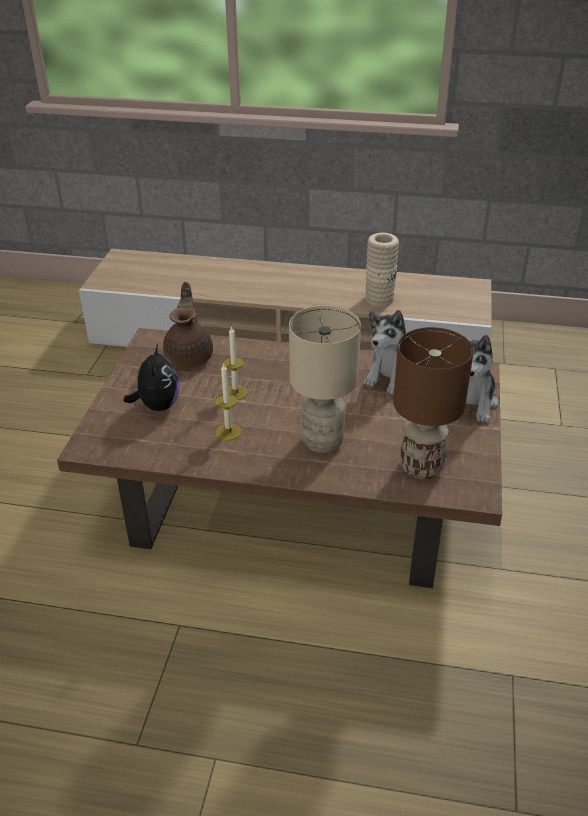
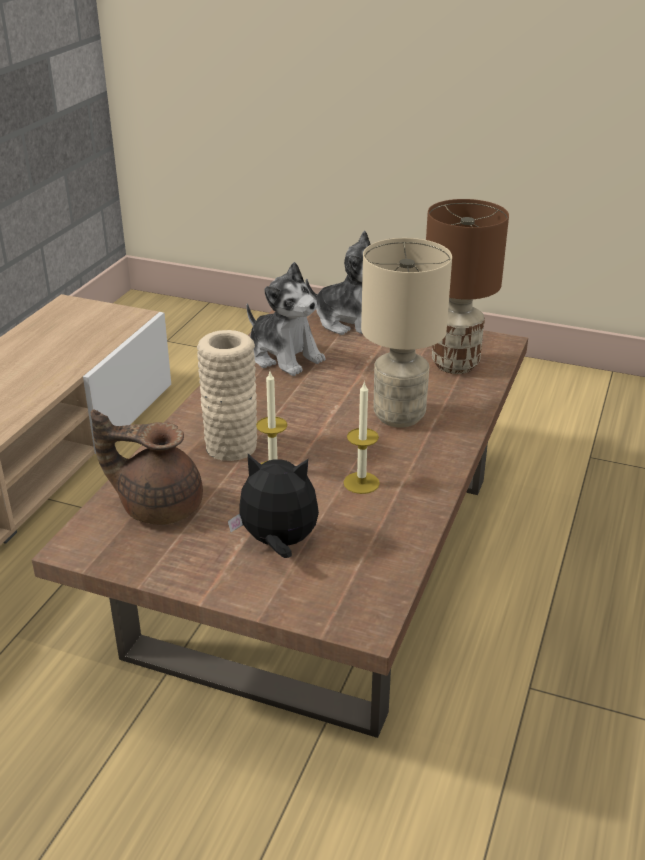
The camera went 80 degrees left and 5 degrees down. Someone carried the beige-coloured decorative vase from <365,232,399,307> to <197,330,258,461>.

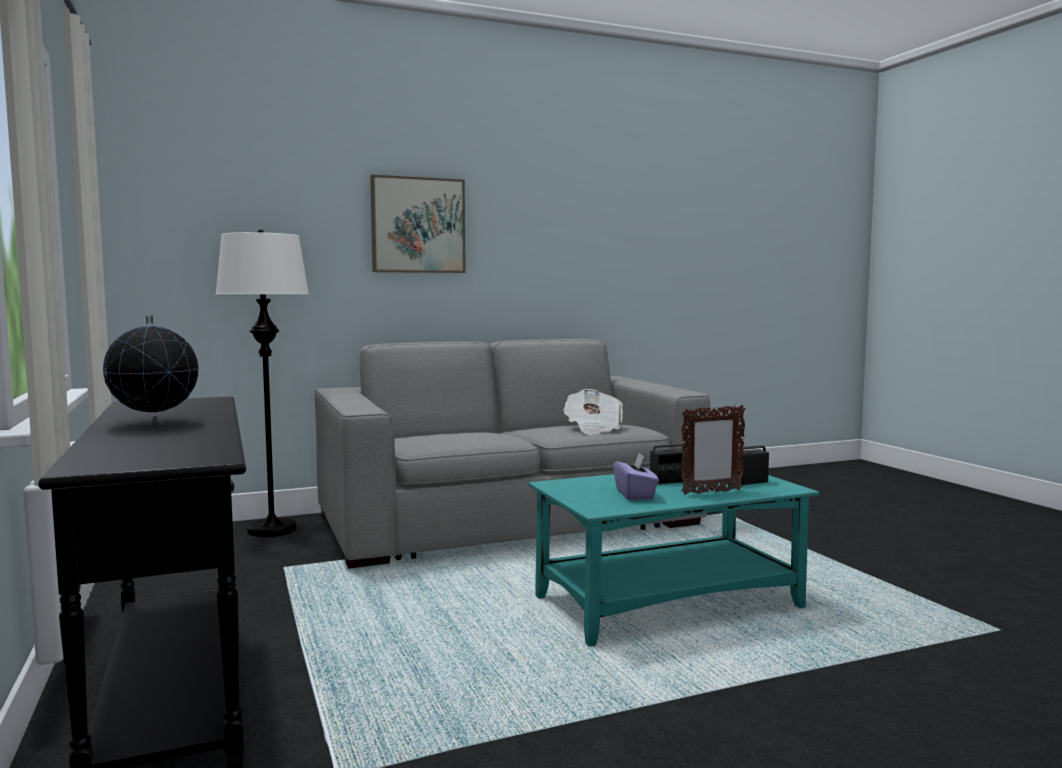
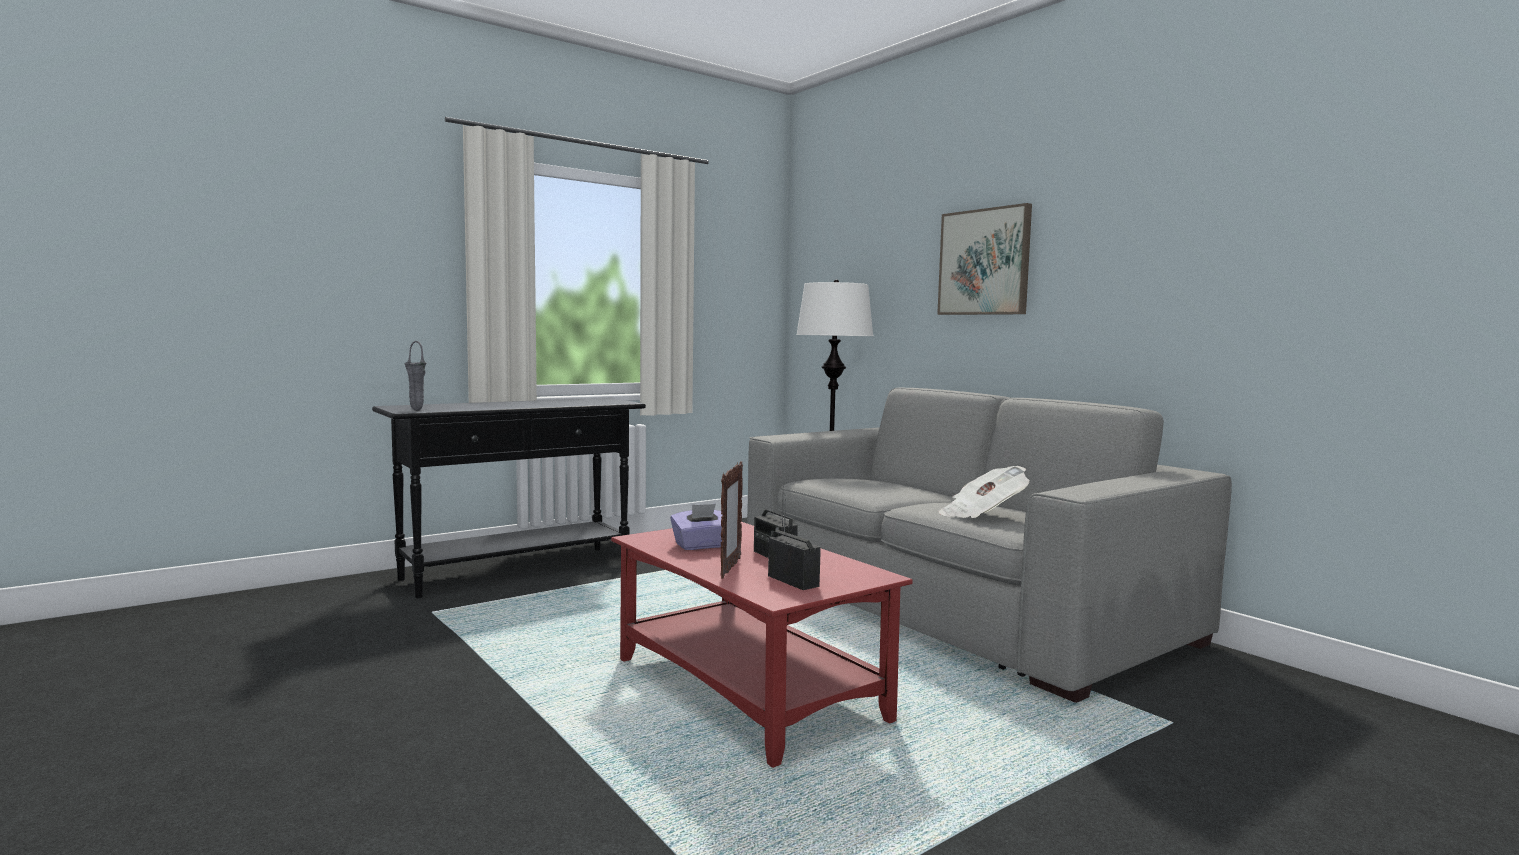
The camera went 75 degrees right and 0 degrees up. Someone took away the globe at <103,315,199,424>. Someone repainted the blue-green low table at <529,474,819,647>, which became the red low table at <611,522,913,768>. Someone rotated the photo frame at <682,405,746,495> by 135 degrees counterclockwise. Someone put down the grey decorative vase at <404,341,427,411>.

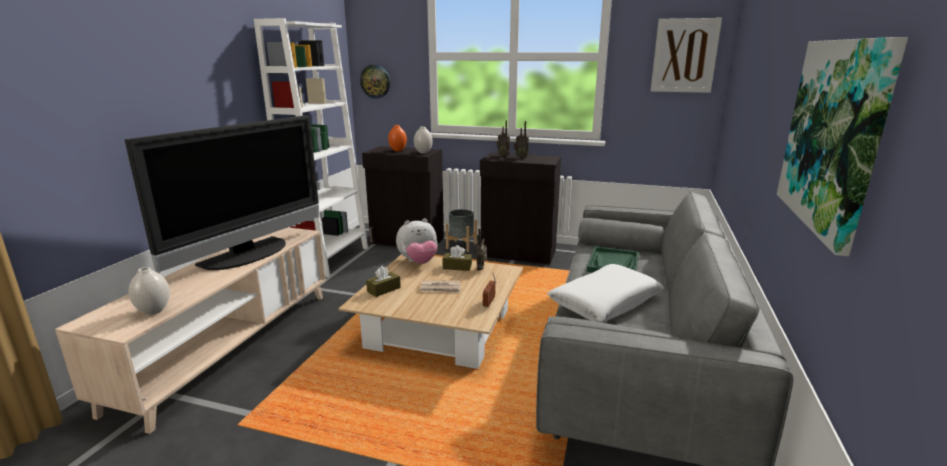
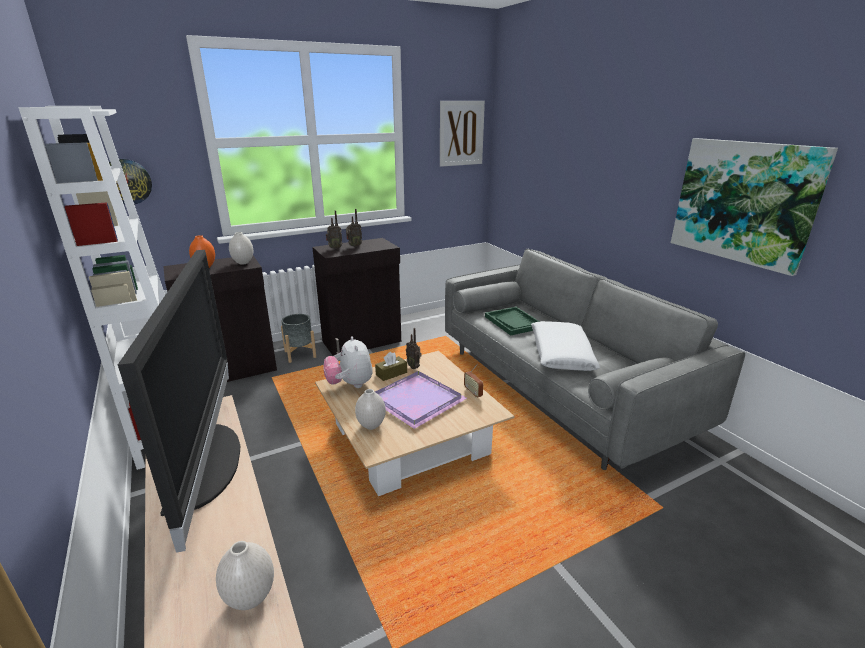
The camera went 45 degrees left and 5 degrees up. Someone swapped the brownish tissue holder at <366,266,401,297> for the white-coloured decorative vase at <355,389,386,430>. Someone rotated the cuddly toy at <396,219,438,264> by 135 degrees clockwise. Someone swapped the daily paper at <420,281,461,293> for the purplish carrying tray at <375,371,467,429>.

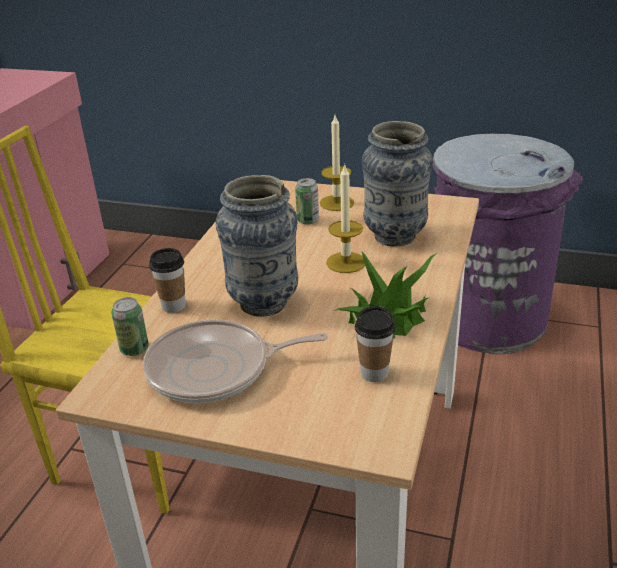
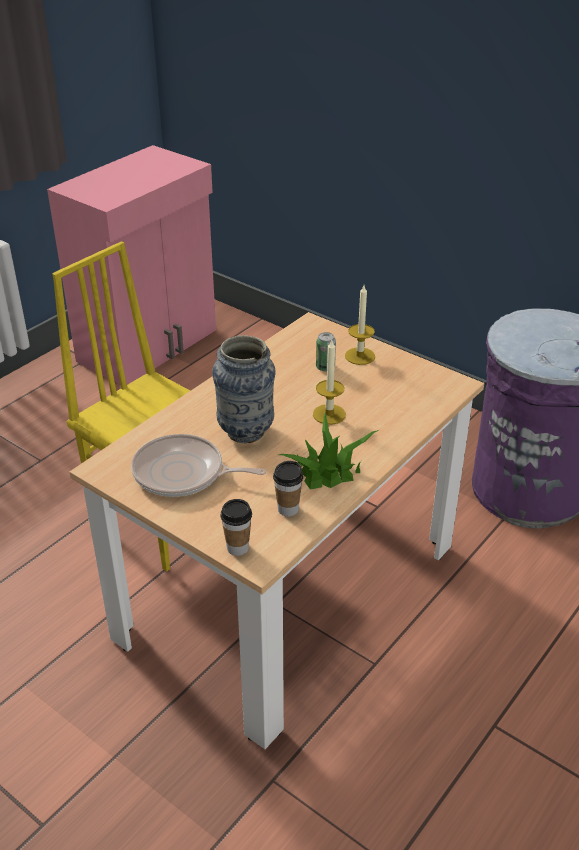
The camera went 20 degrees right and 5 degrees up. Someone took away the can at <111,297,149,356>. Someone carried the cup from <149,248,186,313> to <220,499,252,556>. Someone took away the decorative vase at <362,121,433,247>.

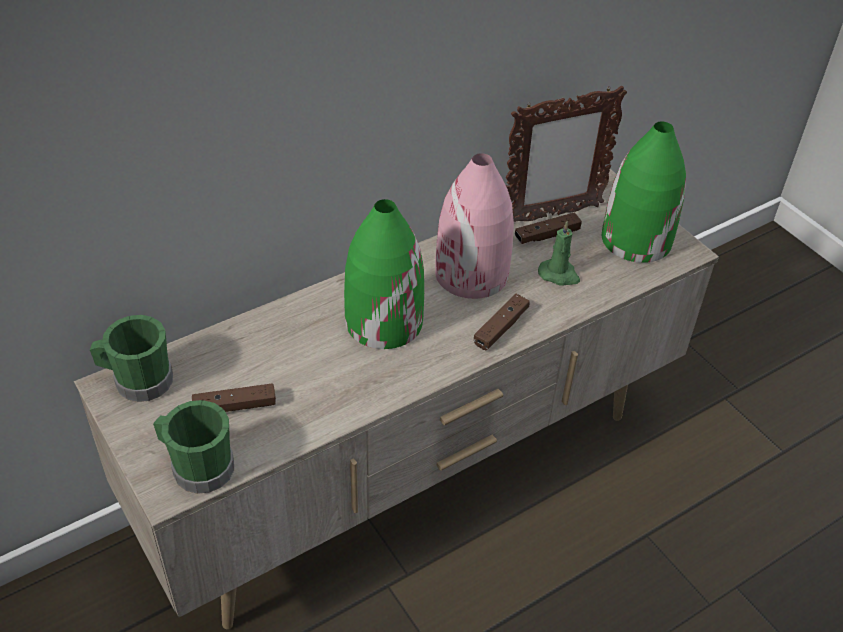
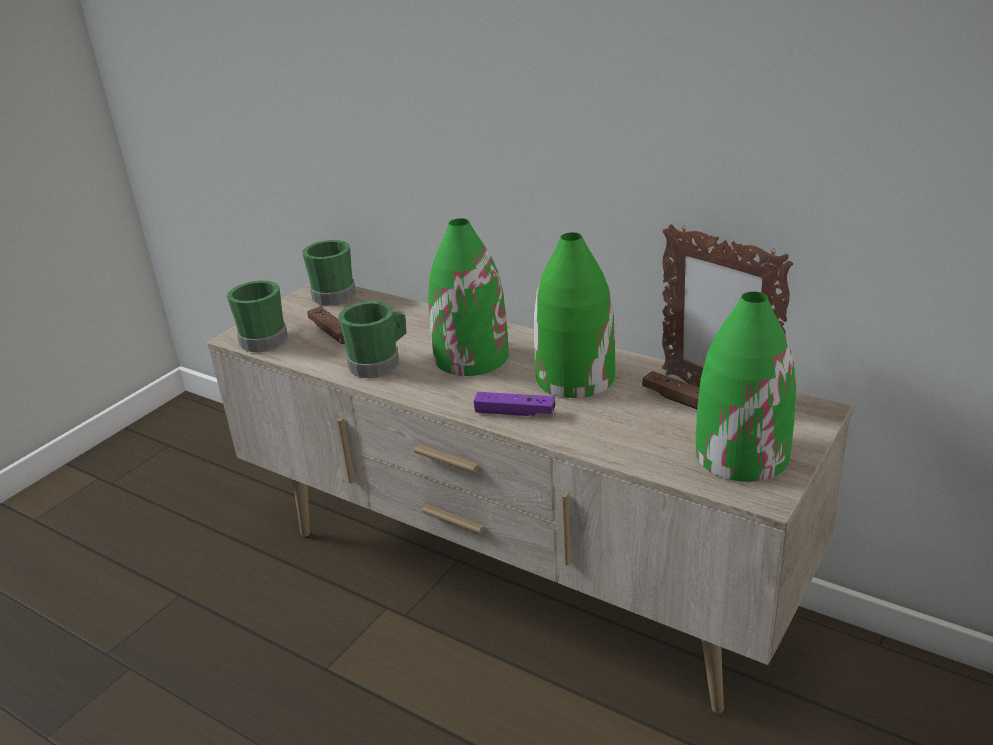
The camera went 70 degrees right and 15 degrees down. Someone repainted the pink decorative vase at <435,153,514,299>, which became the green decorative vase at <534,232,615,398>. Someone repainted the brownish gamepad at <474,294,530,350>, which became the purplish gamepad at <473,392,556,416>. Someone took away the green wax candle at <538,221,580,286>. Someone put down the green coffee mug at <339,301,406,378>.

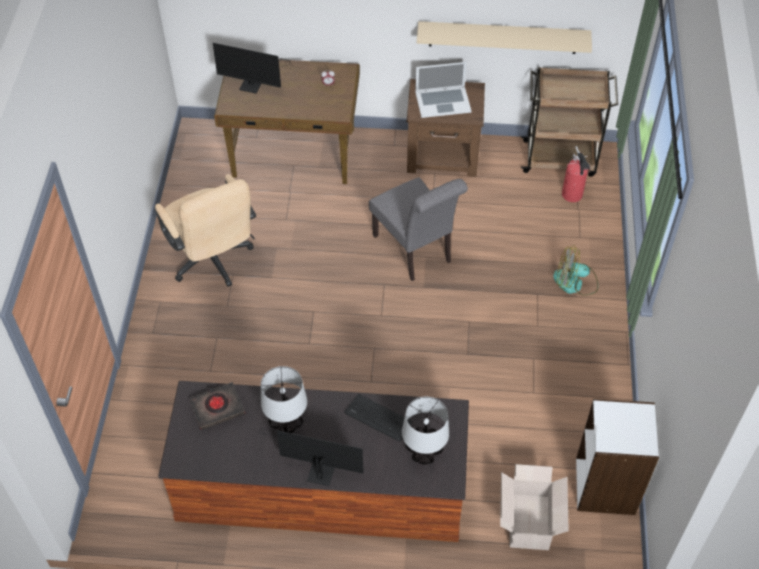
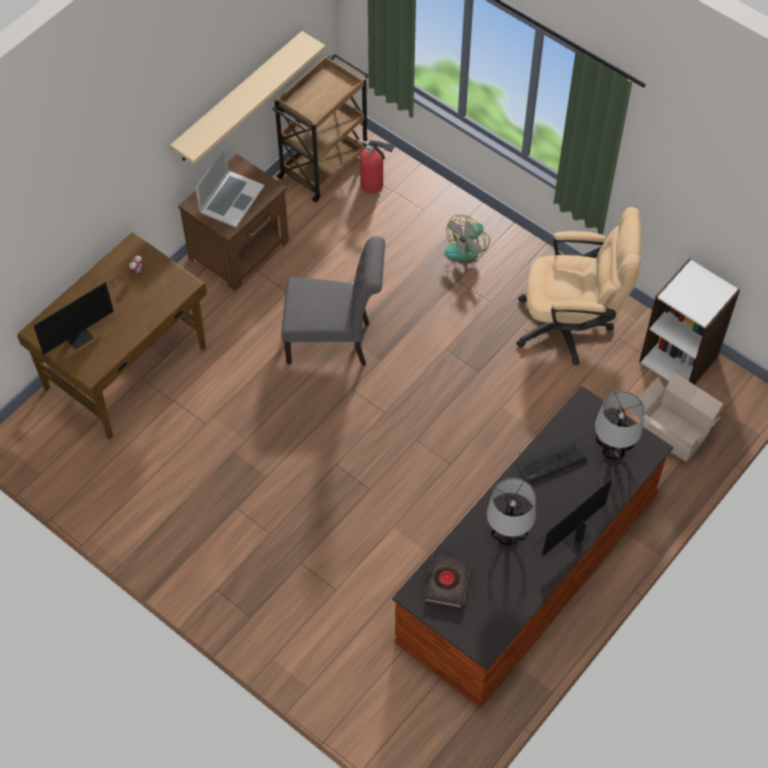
The camera went 55 degrees left and 5 degrees up. Someone carried the beige-coloured computer chair from <155,174,256,287> to <516,207,641,365>.

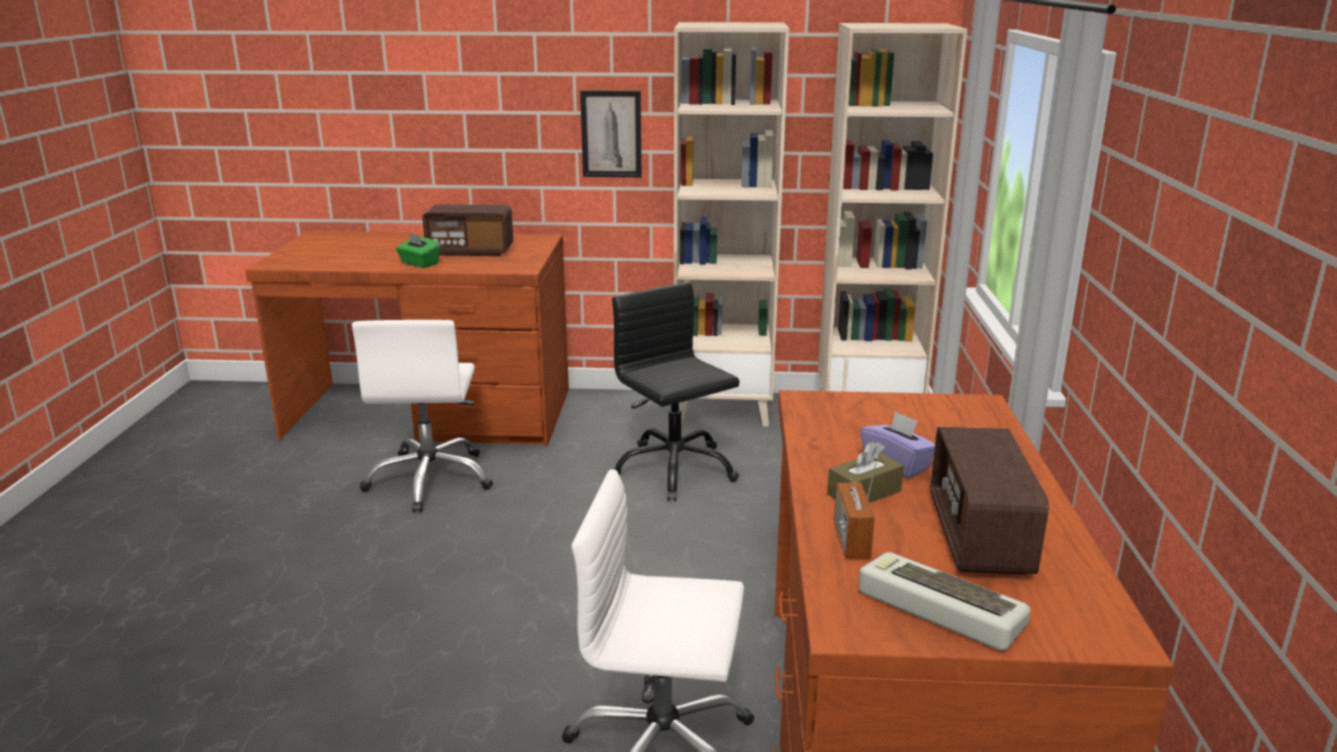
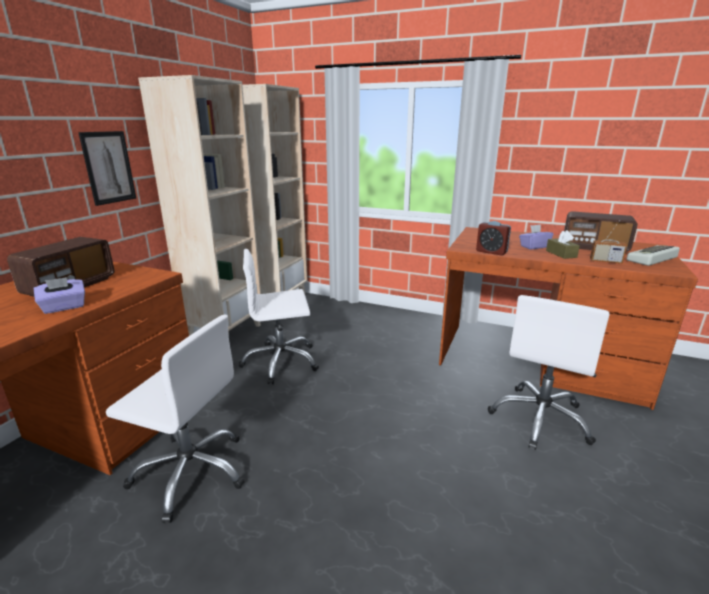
The camera went 70 degrees left and 0 degrees up. Someone repainted the green tissue holder at <396,233,441,268>, which became the purplish tissue holder at <33,277,85,314>. Someone repainted the black-coloured computer chair at <612,282,740,501>, which became the white-coloured computer chair at <239,249,319,384>. Someone put down the alarm clock at <476,221,511,256>.

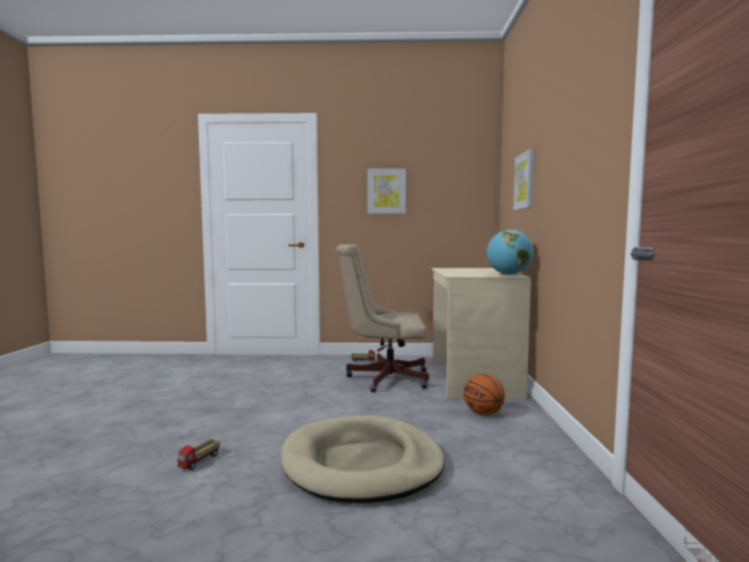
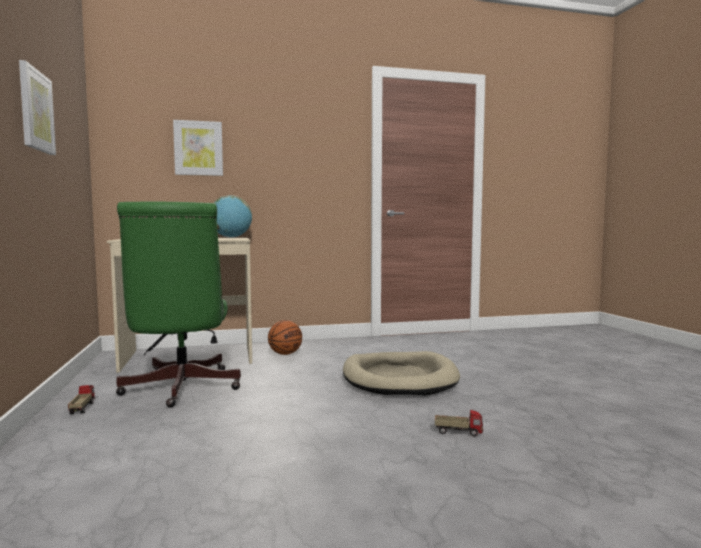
The camera went 105 degrees left and 0 degrees up. Someone repainted the beige-coloured computer chair at <336,244,429,392>, which became the green computer chair at <116,202,241,408>.

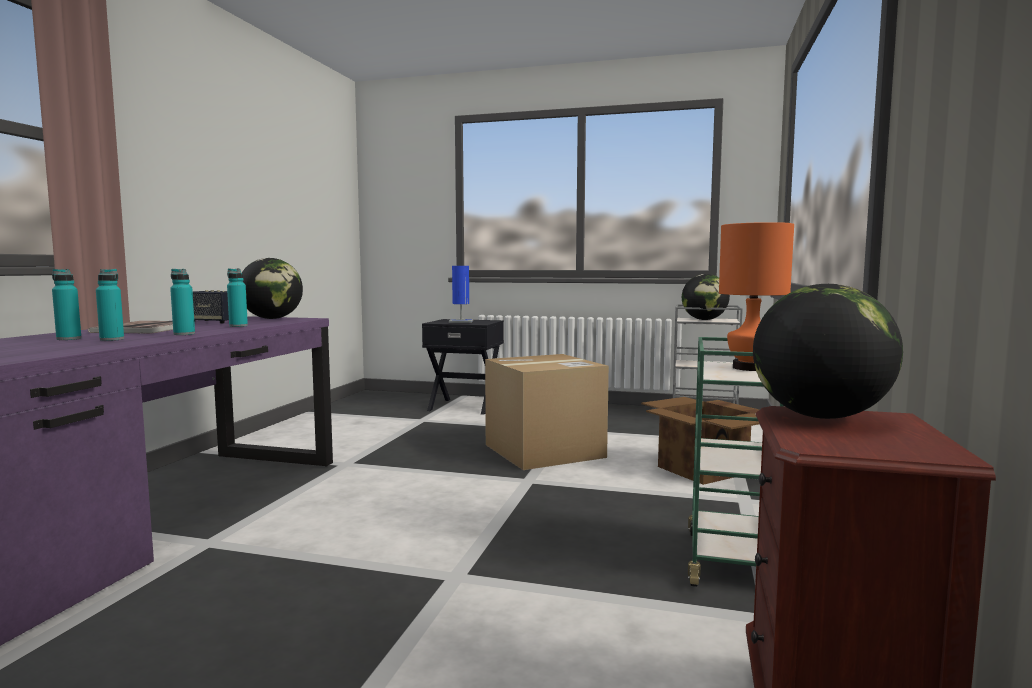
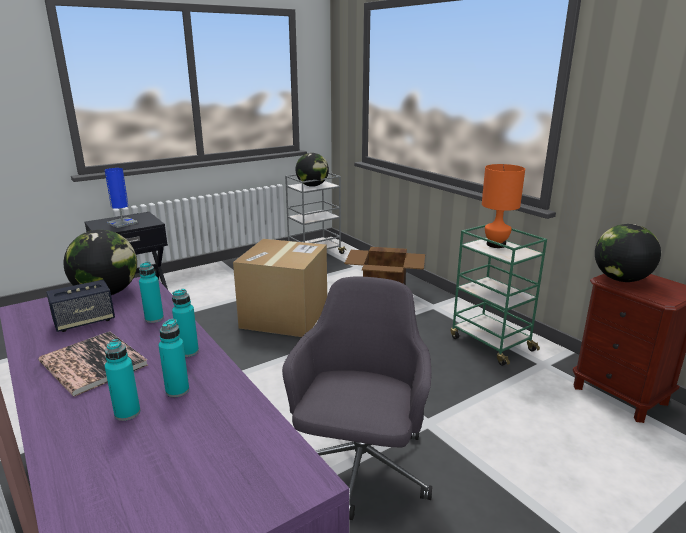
The camera went 50 degrees left and 15 degrees up. Someone put down the grey computer chair at <282,277,432,520>.

